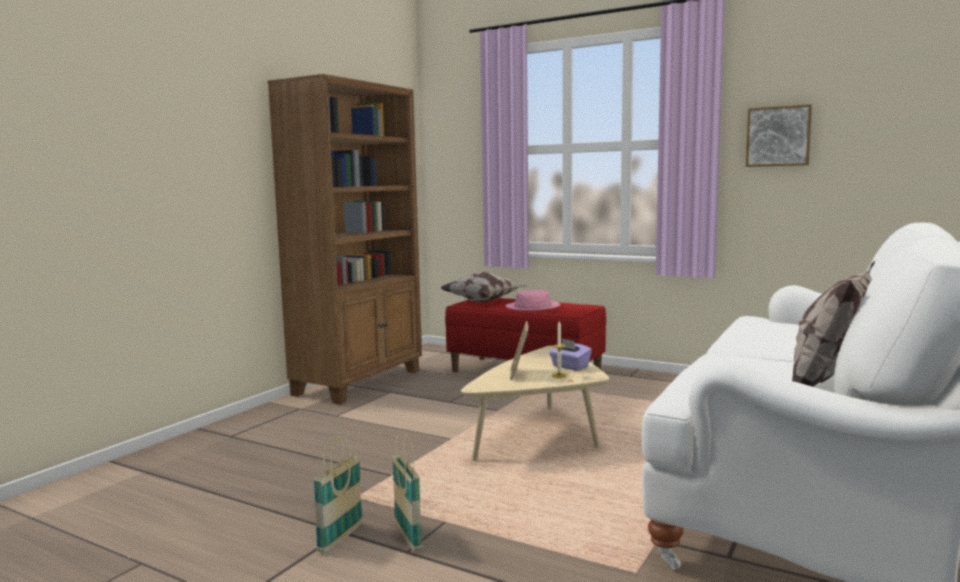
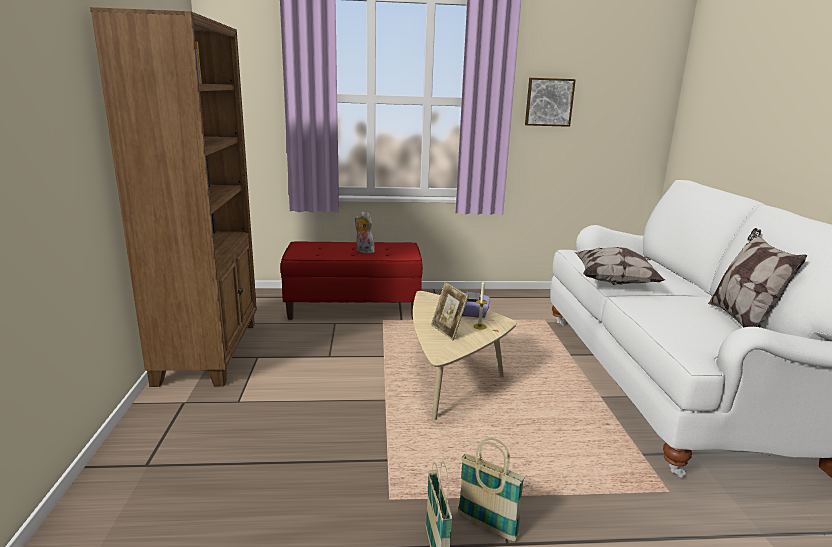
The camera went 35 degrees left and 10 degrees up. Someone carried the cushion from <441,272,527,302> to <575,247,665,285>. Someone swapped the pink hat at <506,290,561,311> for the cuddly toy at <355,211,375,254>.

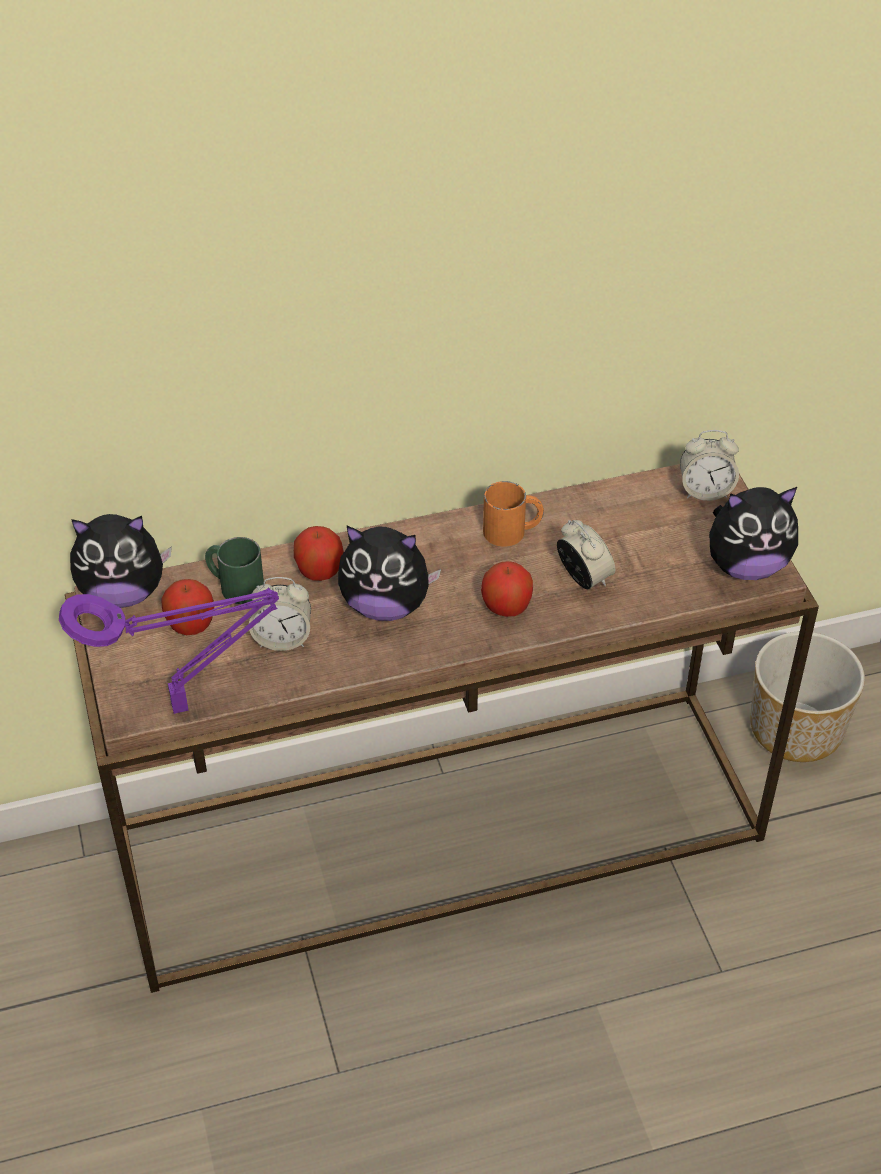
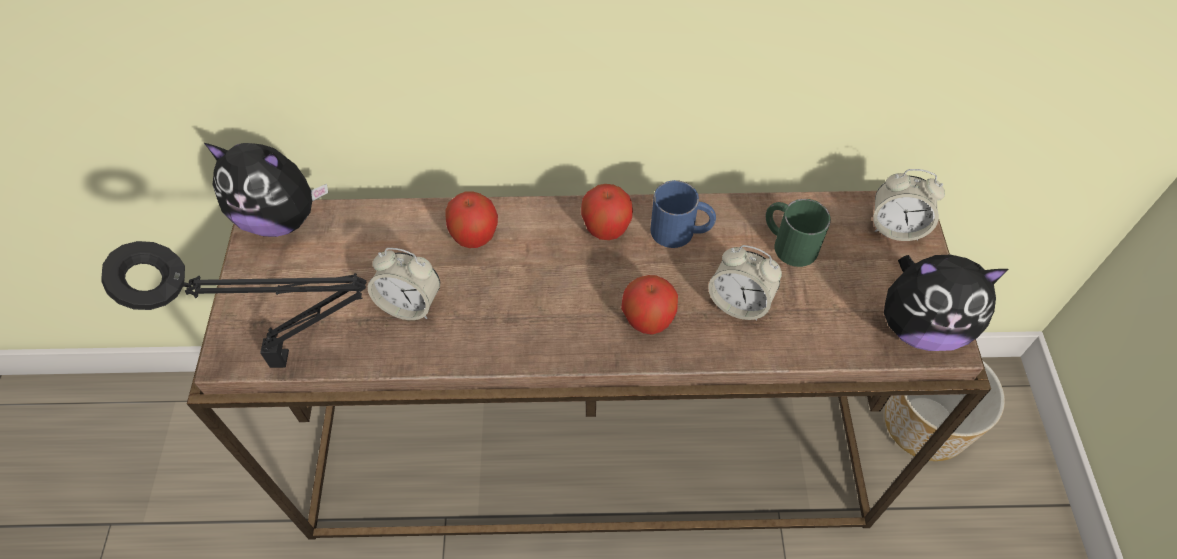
The camera went 15 degrees right and 10 degrees up. Someone repainted the purplish table lamp at <59,588,279,714>, which became the black-coloured table lamp at <102,241,366,368>. Someone carried the apple fruit from <161,579,214,635> to <581,184,633,240>. Someone carried the green coffee mug from <205,537,264,604> to <766,199,831,267>. Someone took away the cuddly toy at <338,525,441,621>. Someone repainted the orange-coloured coffee mug at <483,481,544,547>, which became the blue coffee mug at <650,180,716,248>. Someone rotated the alarm clock at <557,520,615,589> by 135 degrees clockwise.

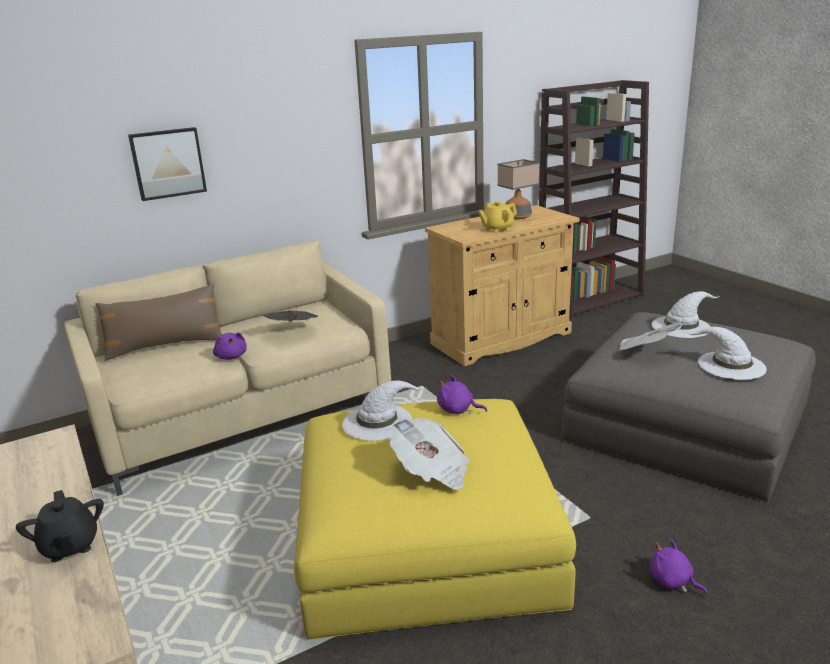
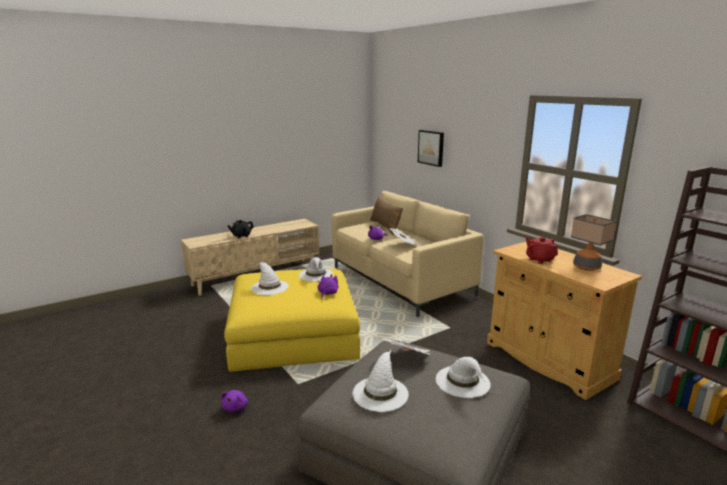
The camera went 85 degrees right and 5 degrees down. Someone swapped the daily paper at <390,418,470,490> for the white-coloured hat at <251,262,289,295>. Someone repainted the yellowish tea pot at <478,201,517,232>, which became the red tea pot at <526,237,558,264>. Someone rotated the purplish cuddly toy at <650,539,708,595> by 150 degrees clockwise.

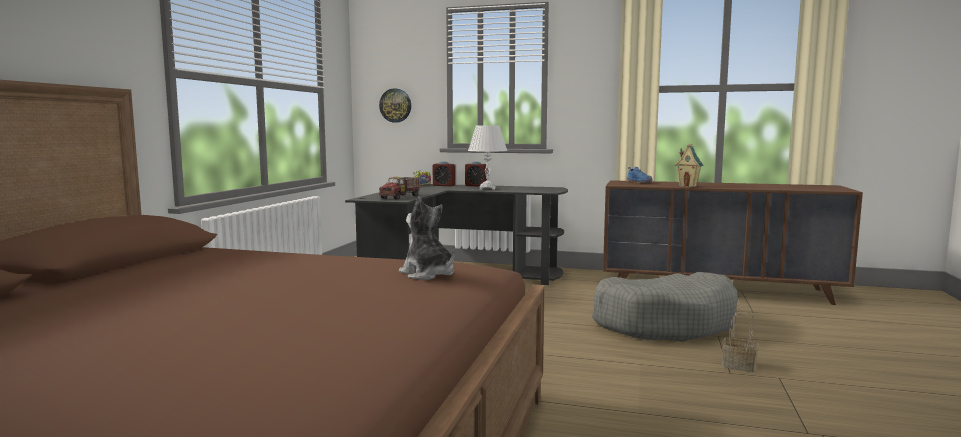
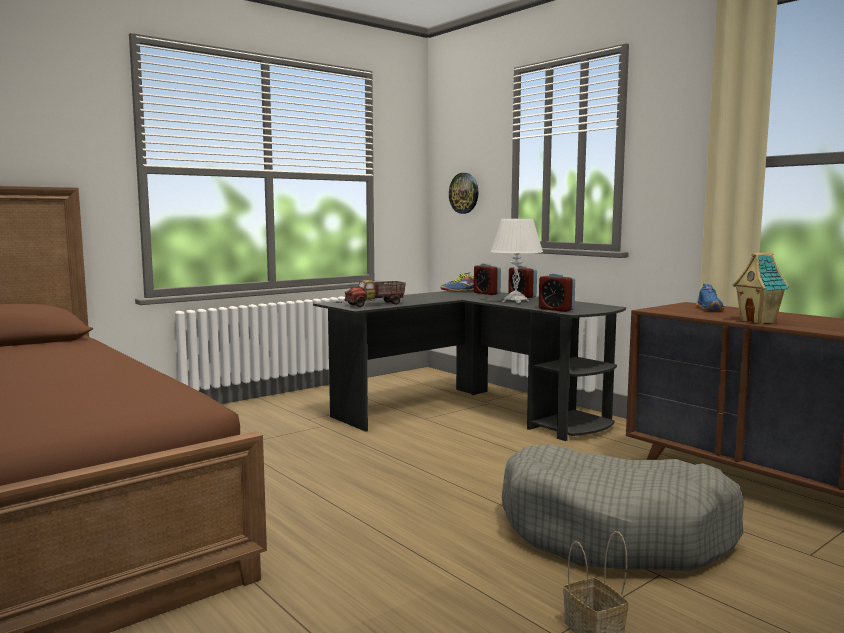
The camera went 35 degrees right and 0 degrees up. Someone took away the cuddly toy at <399,197,455,280>. Someone put down the alarm clock at <539,273,575,312>.

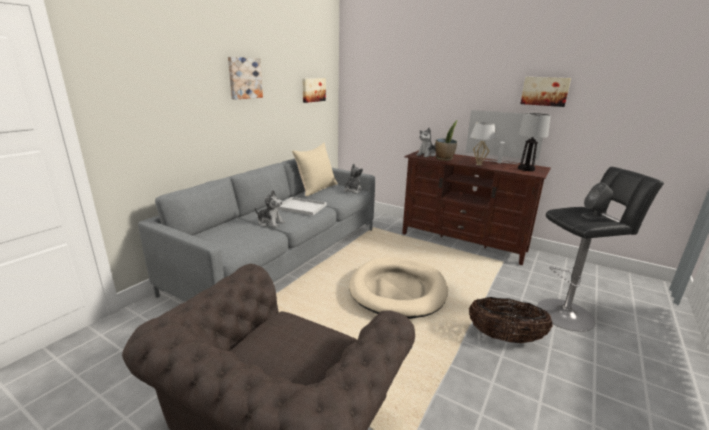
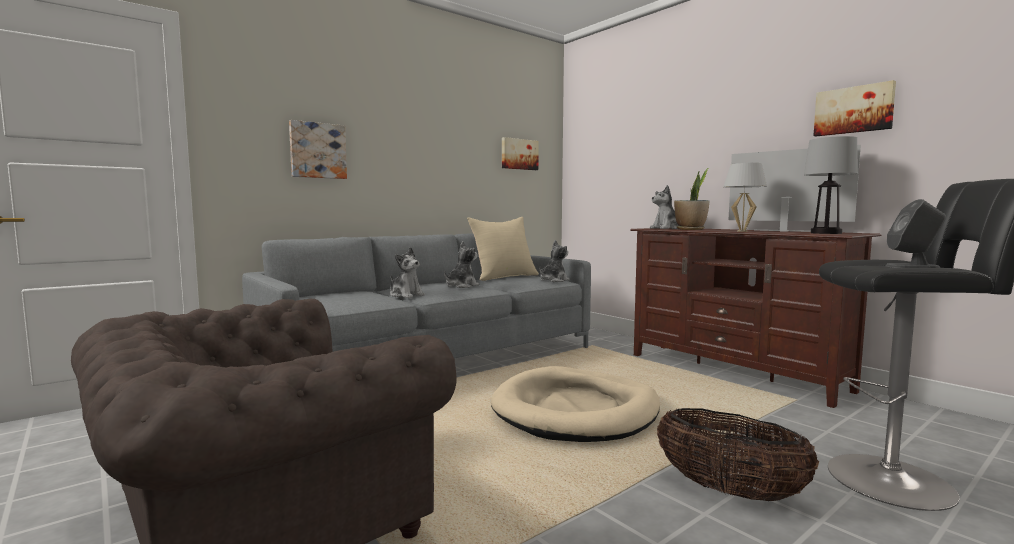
The camera went 20 degrees right and 15 degrees down. Someone carried the picture from <228,57,263,99> to <289,120,347,179>. Someone swapped the white-coloured carrying tray at <278,197,327,215> for the cuddly toy at <444,241,479,288>.

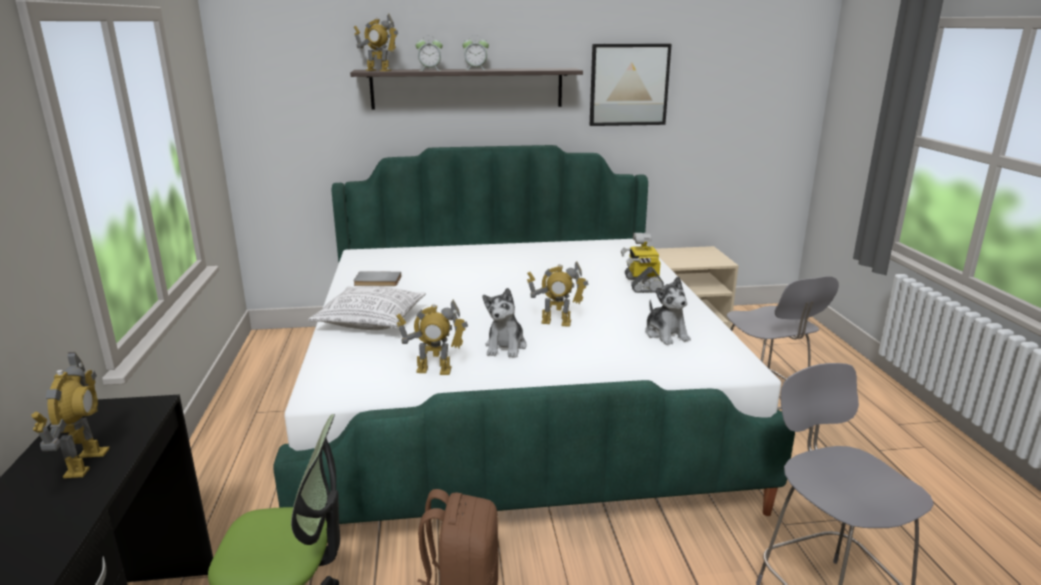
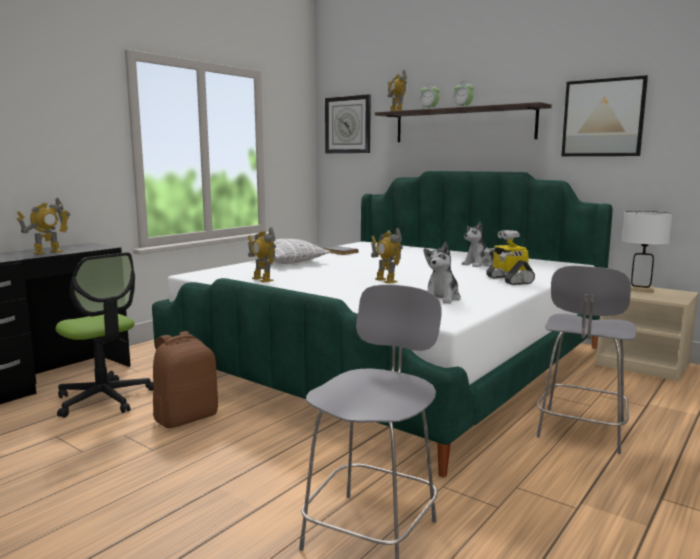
The camera went 45 degrees right and 10 degrees down. Someone carried the cuddly toy from <482,288,527,358> to <462,221,494,267>. Someone rotated the model robot at <621,233,664,293> by 60 degrees counterclockwise. Someone put up the hanging clock at <325,94,371,153>. Someone put down the white-coloured table lamp at <622,211,672,293>.

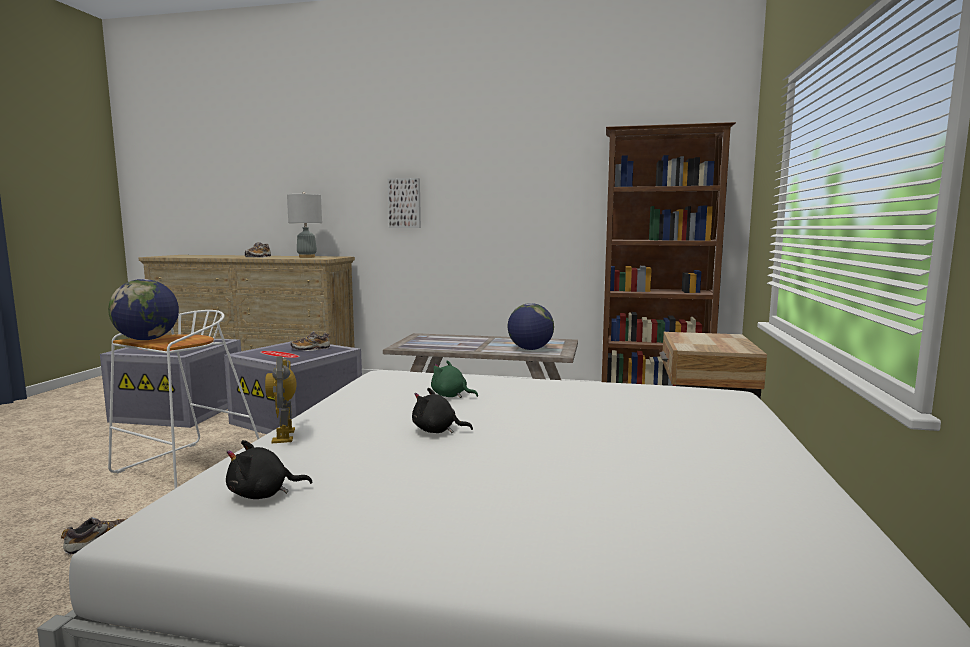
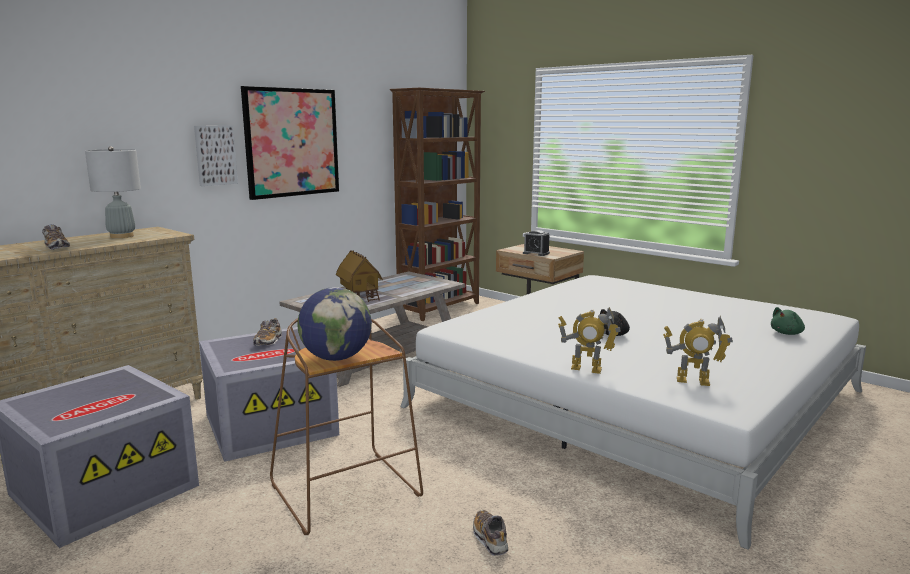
The camera went 60 degrees left and 5 degrees up. Someone repainted the white-coloured sitting stool at <108,310,260,489>, which became the brownish sitting stool at <270,318,423,535>. Someone swapped the black-coloured cuddly toy at <226,440,312,499> for the model robot at <663,316,733,386>. Someone carried the green cuddly toy from <431,361,478,398> to <771,307,805,335>. Someone took away the globe at <508,303,554,350>. Someone put up the picture at <241,86,339,200>. Someone put down the miniature house at <336,250,383,302>. Someone put down the alarm clock at <523,230,550,256>.

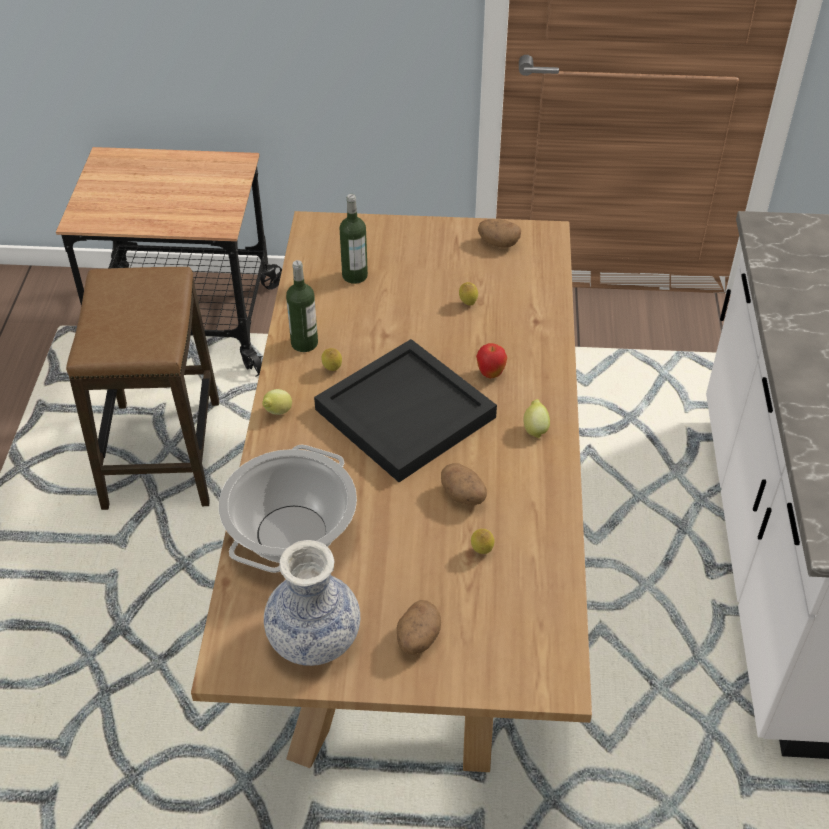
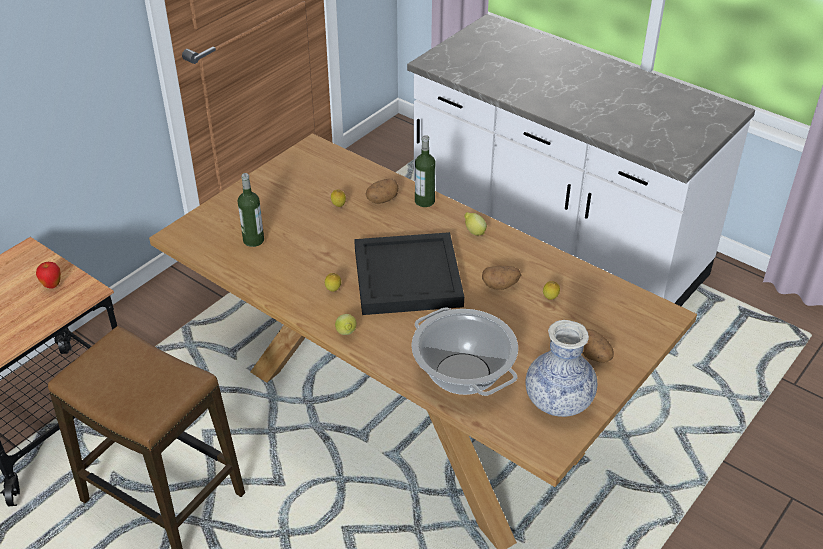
The camera went 55 degrees left and 5 degrees down. Someone carried the beverage bottle from <286,260,318,352> to <415,135,436,207>. Someone carried the apple fruit from <476,343,507,378> to <36,262,61,289>. Someone carried the whole potato from <478,219,521,247> to <366,178,398,204>.

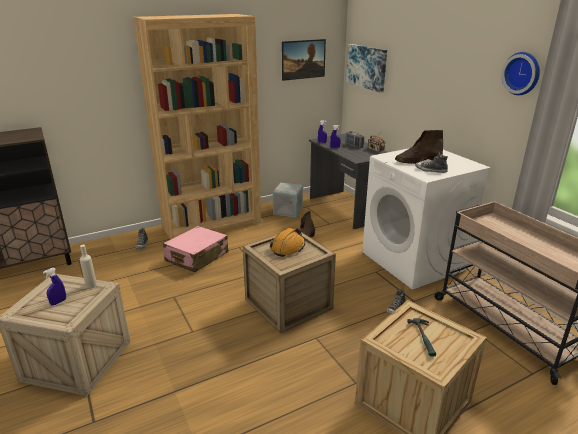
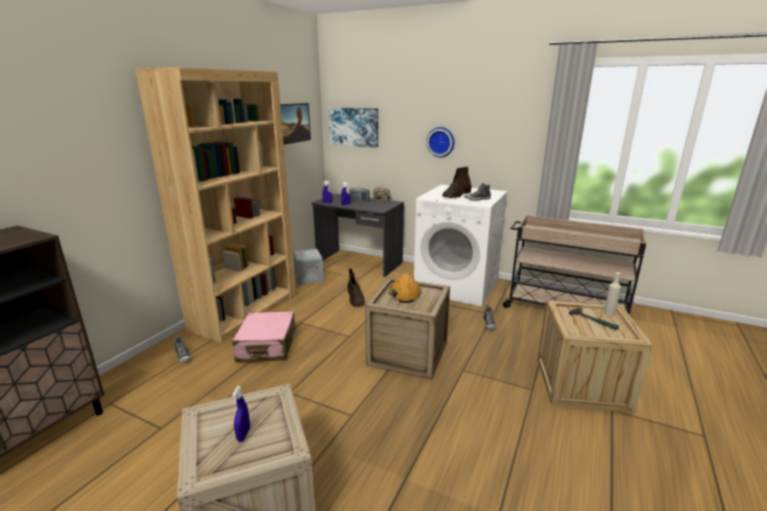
The camera went 35 degrees left and 5 degrees down. Someone carried the beige-coloured beverage bottle from <79,245,97,289> to <604,272,621,317>. Someone carried the hanging clock from <501,52,540,95> to <426,127,454,157>.

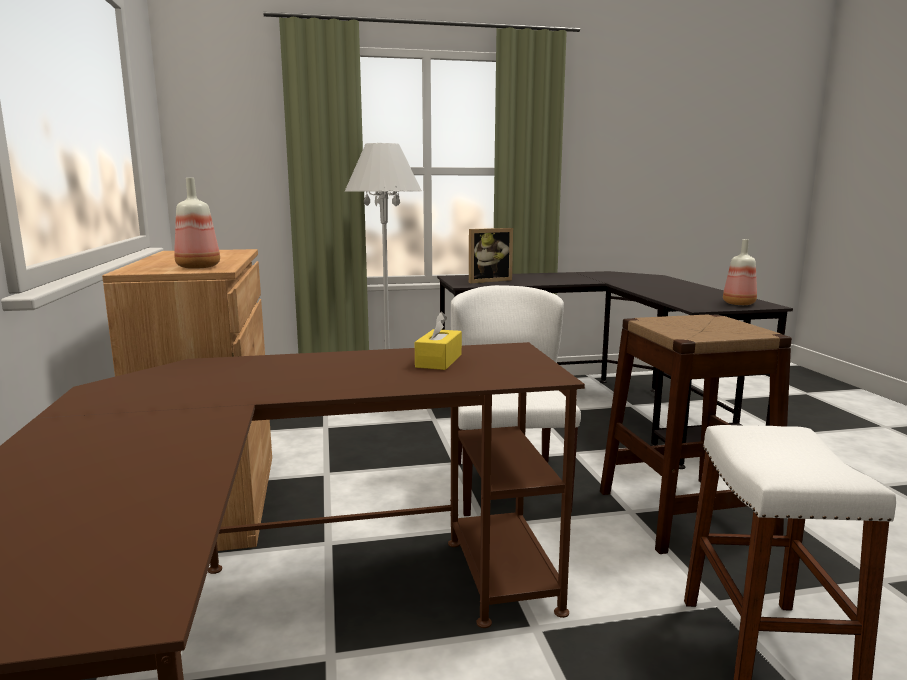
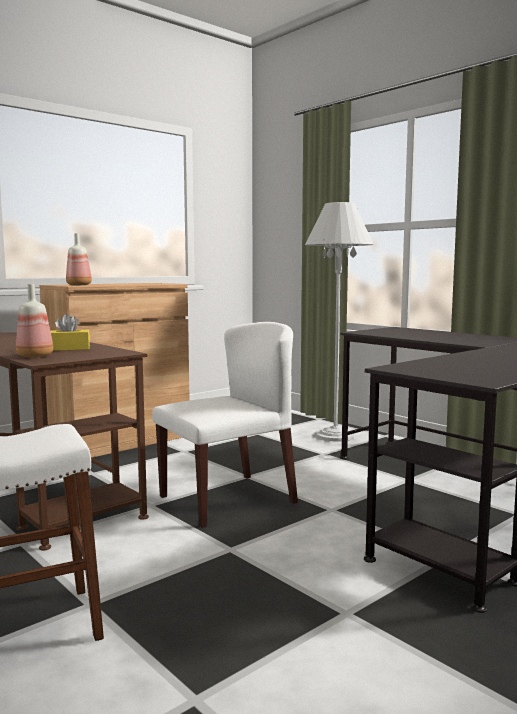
The camera went 60 degrees right and 5 degrees down. Someone took away the photo frame at <469,228,513,283>. Someone took away the brownish sitting stool at <600,314,792,554>. Someone carried the beverage bottle from <723,239,757,305> to <16,284,53,357>.

